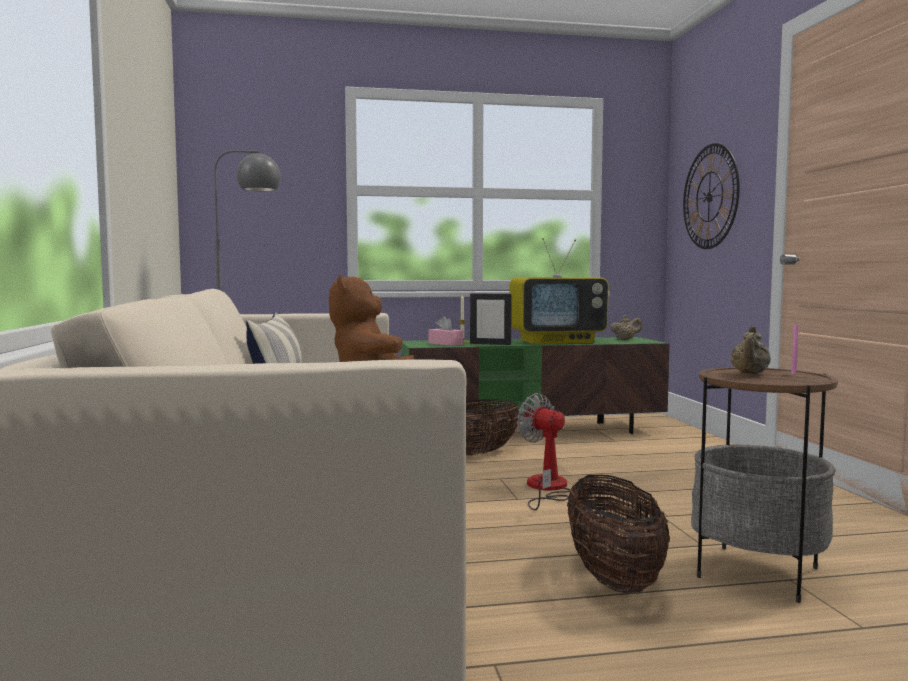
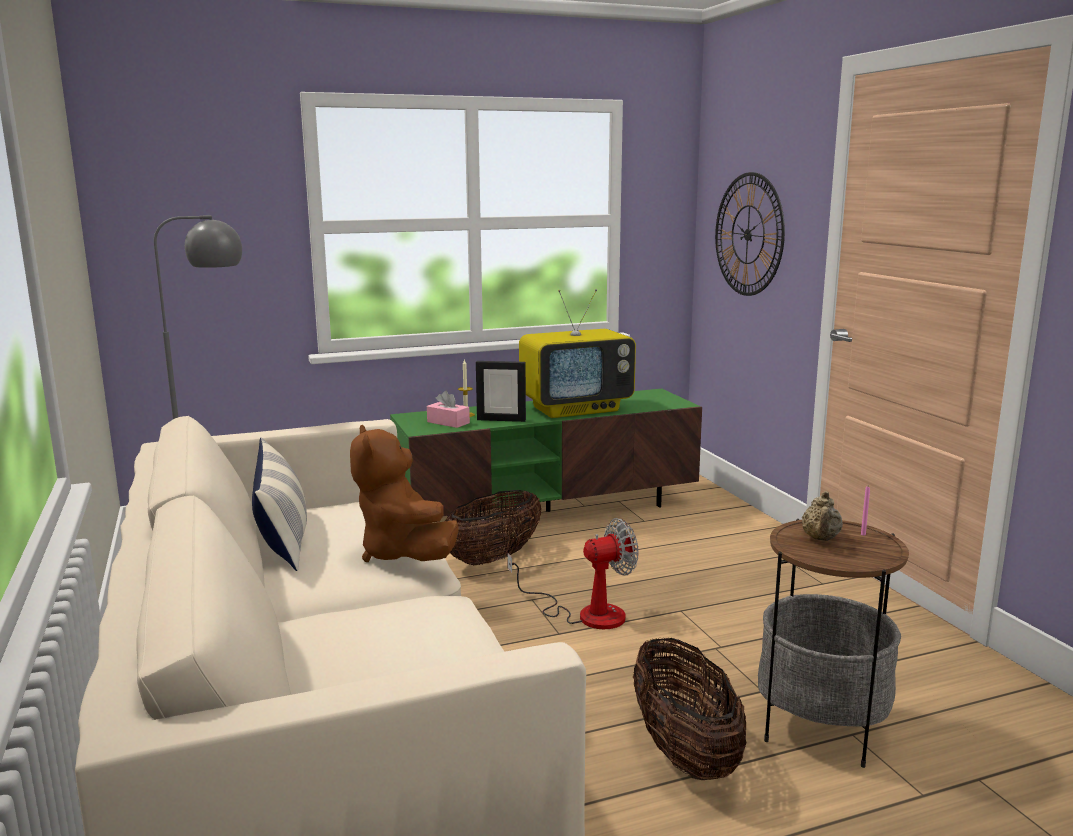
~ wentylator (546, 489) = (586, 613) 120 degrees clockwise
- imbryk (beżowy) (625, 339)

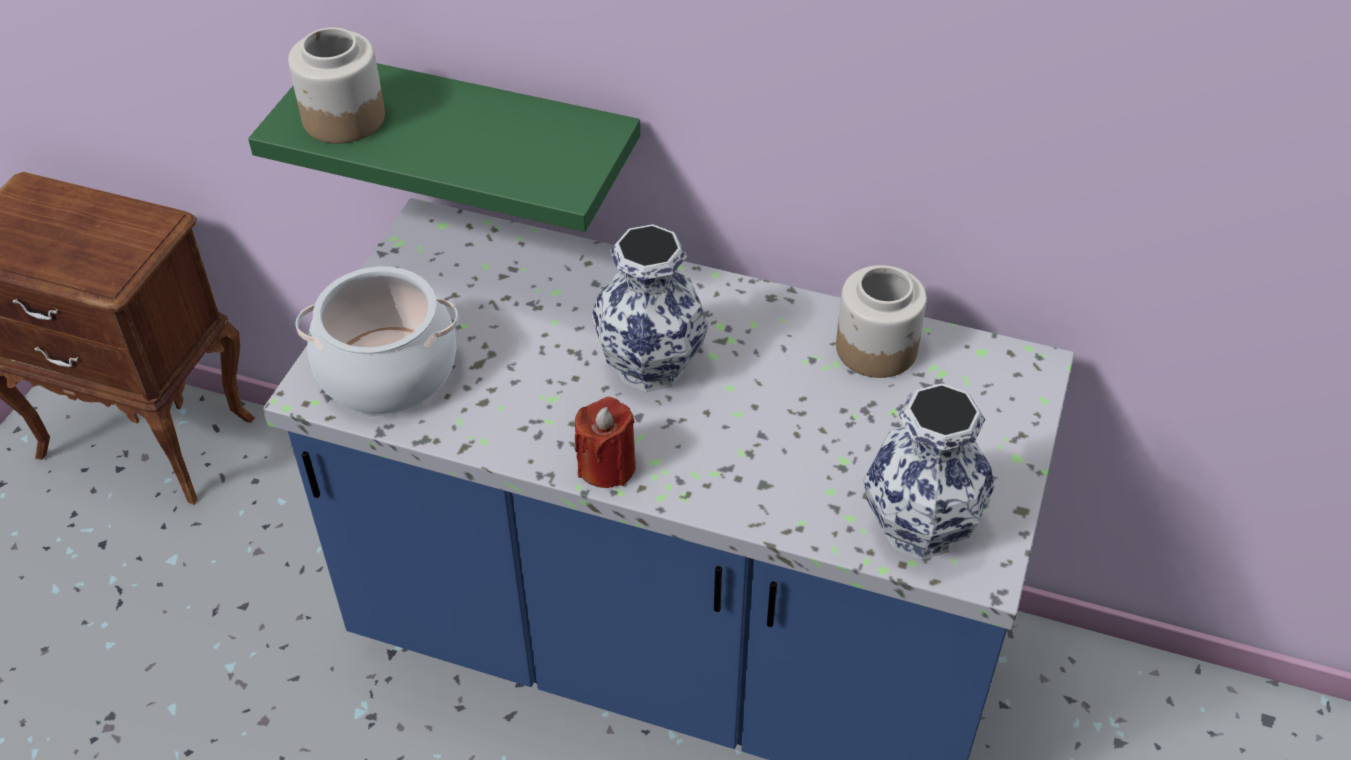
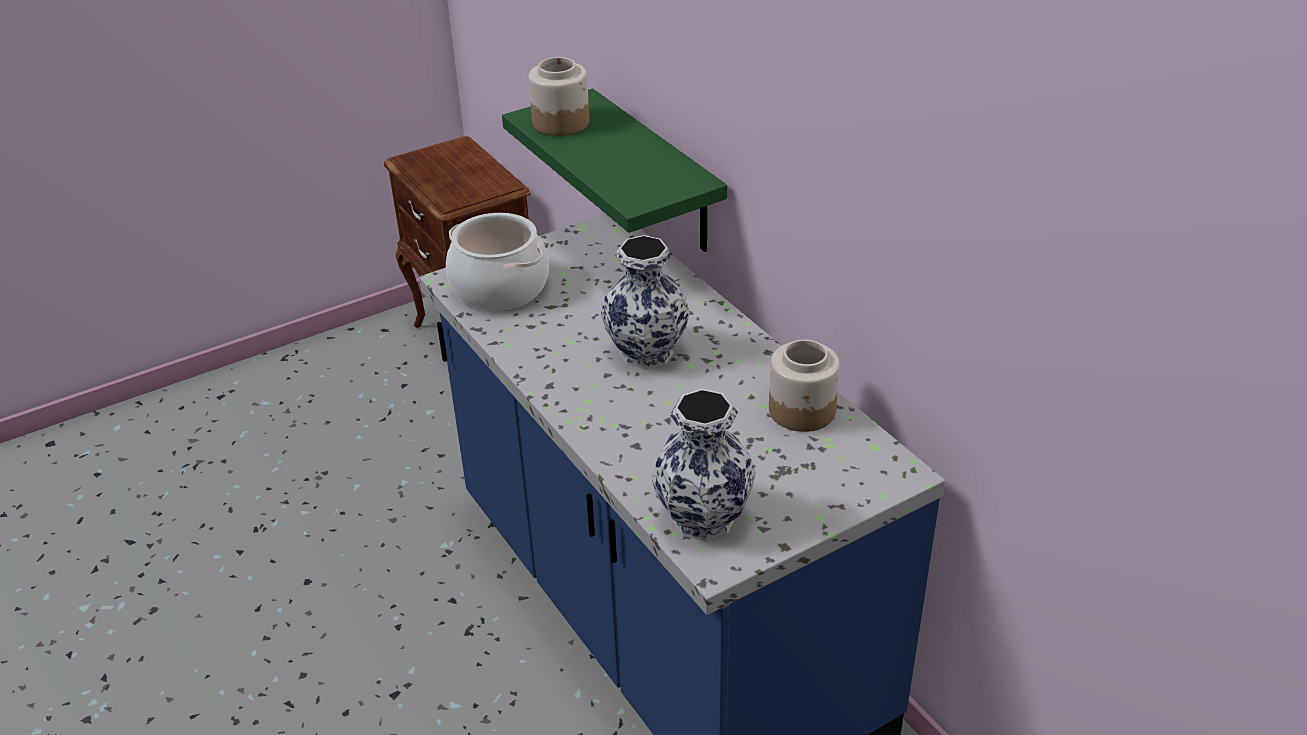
- świeca (czerwony) (606, 466)

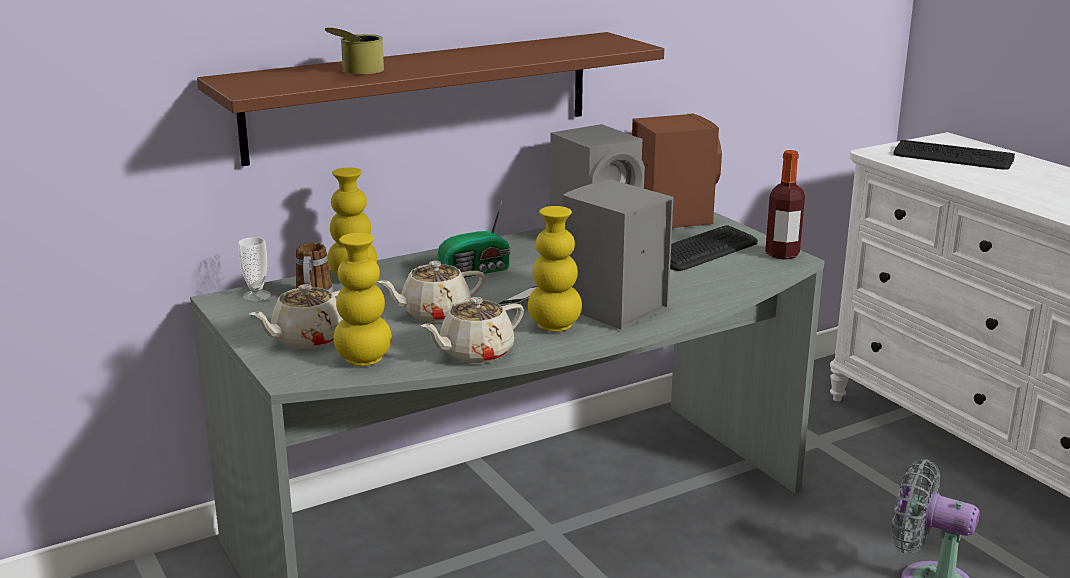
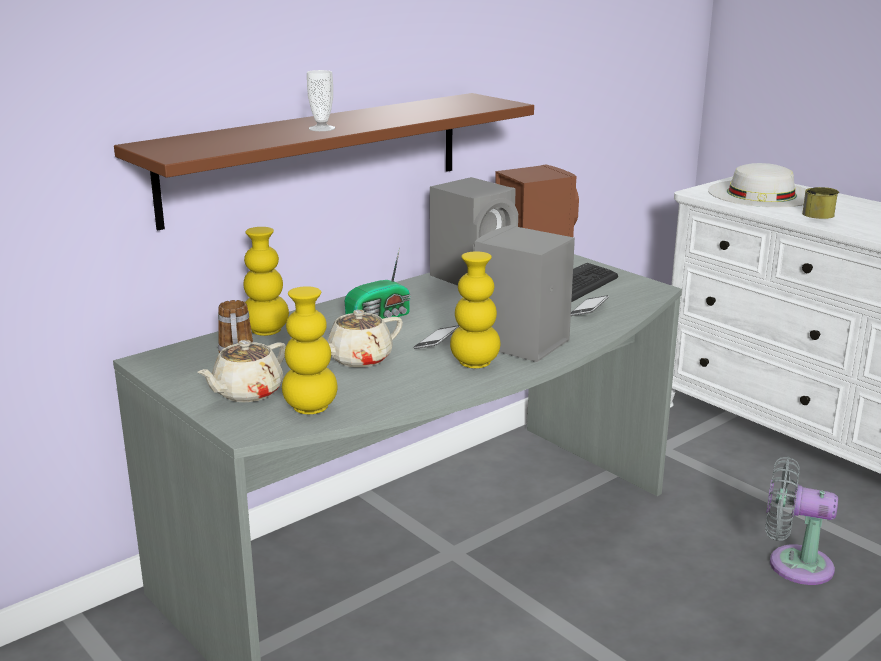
~ filiżanka (256, 295) to (322, 128)
~ puszka (355, 72) to (818, 217)
- imbryk (beżowy) (475, 353)
- butelka (782, 254)
~ klawiatura (952, 157) to kapelusz (biały) (761, 194)
+ telefon (588, 310)

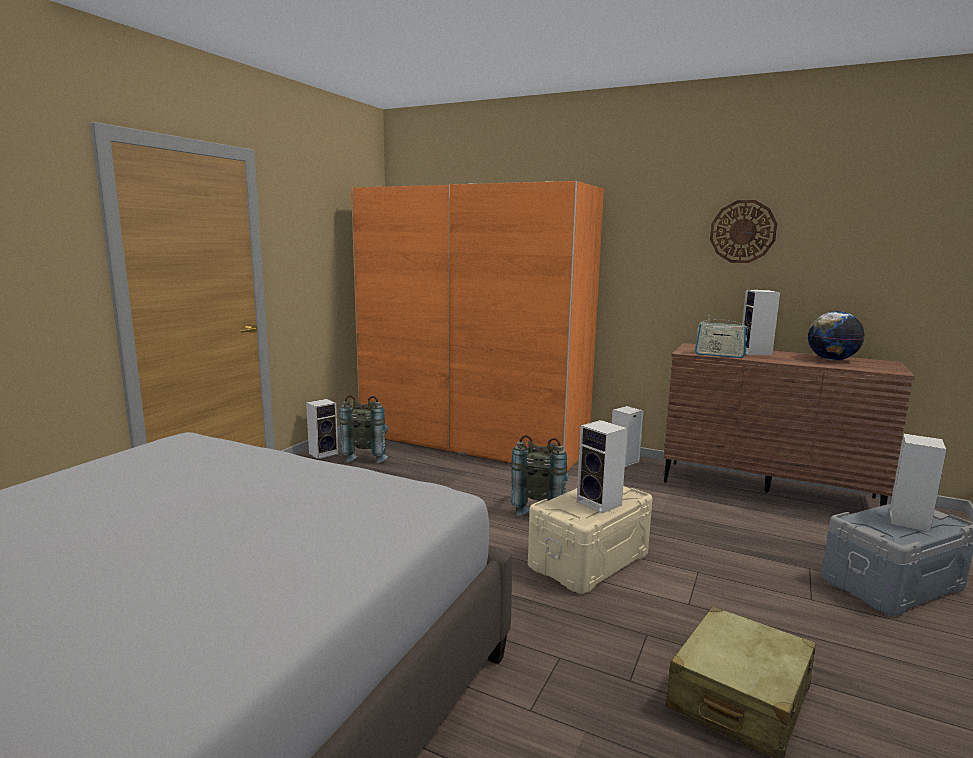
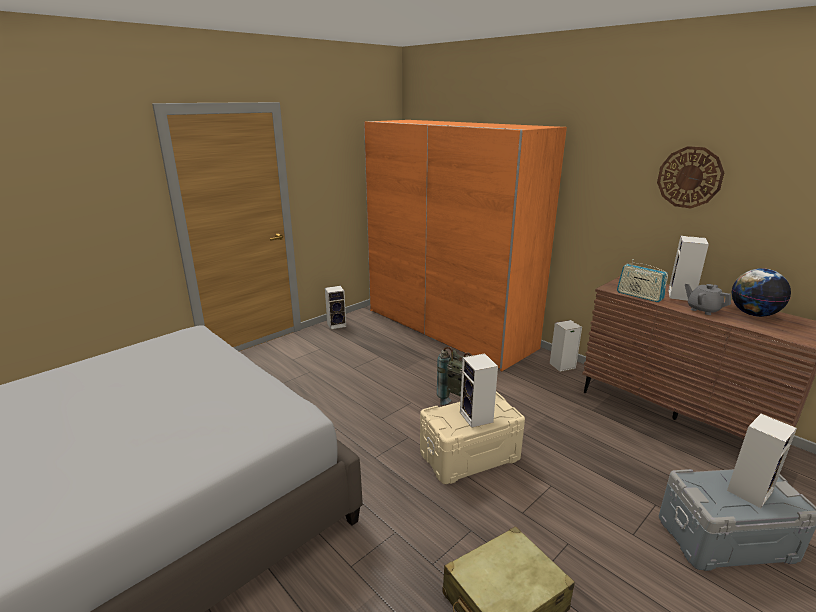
- plecak (szary) (367, 456)
+ imbryk (szary) (703, 310)

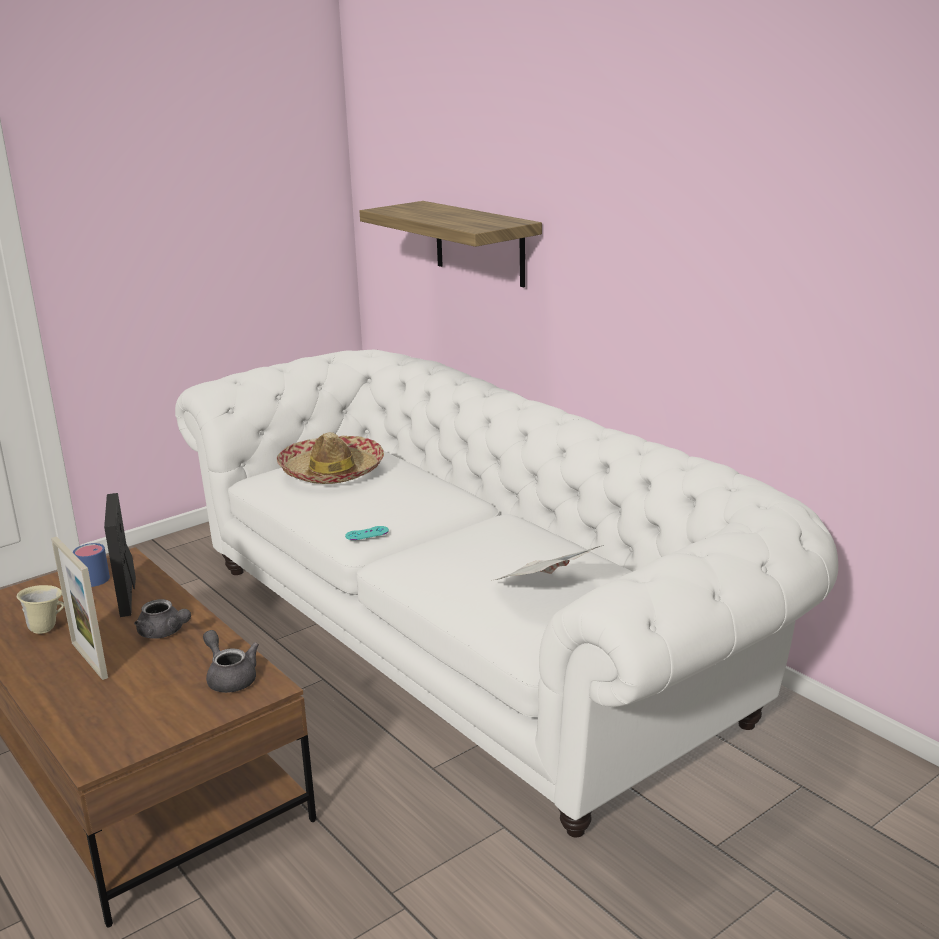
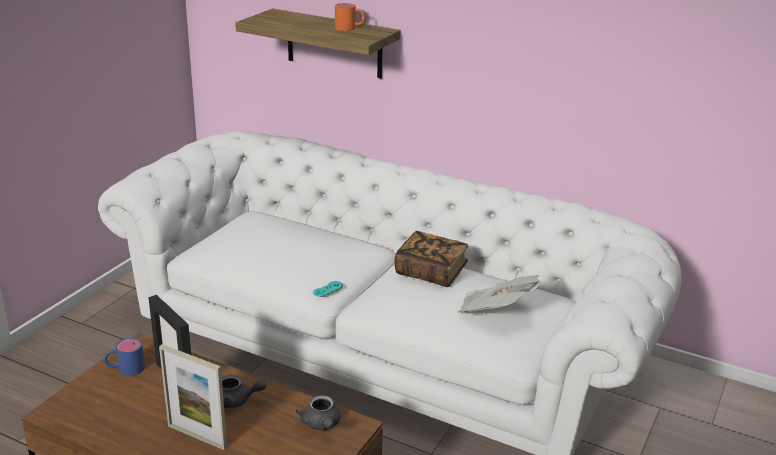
- kubek (beżowy) (46, 628)
~ imbryk (szary) (230, 677) = (321, 425) 135 degrees counterclockwise
- kapelusz (331, 472)
+ kubek (pomarańczowy) (350, 28)
+ książka (431, 272)

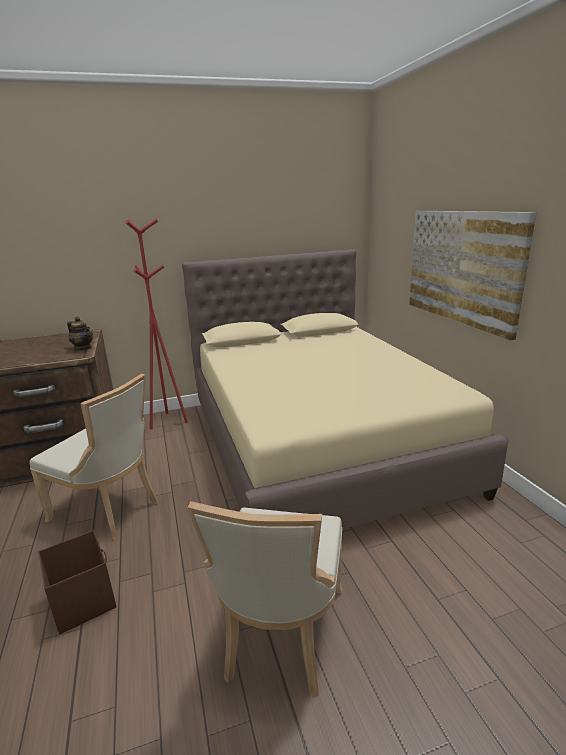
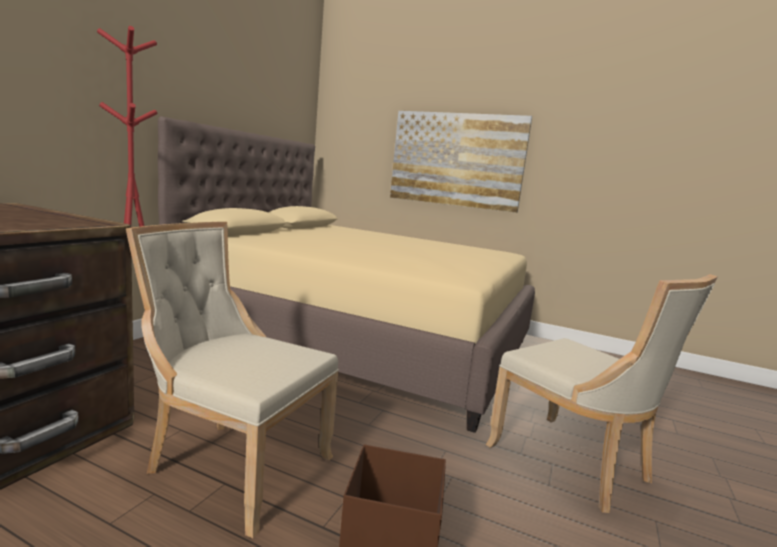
~ krzesło (beżowy) (109, 510) = (233, 466) 135 degrees counterclockwise
- imbryk (83, 348)

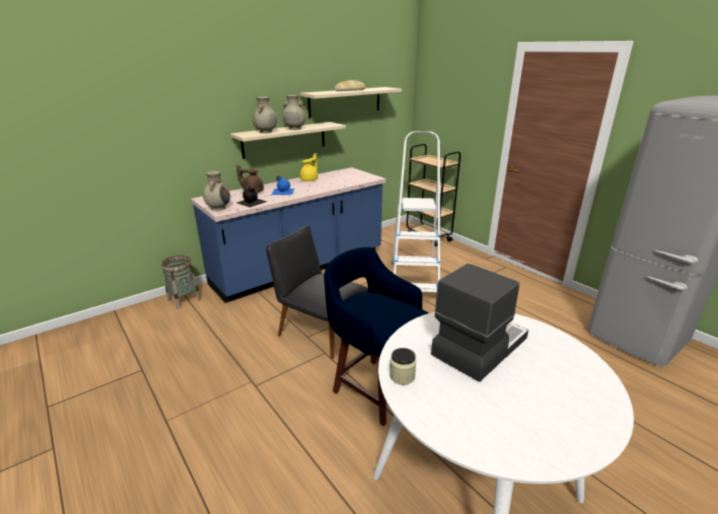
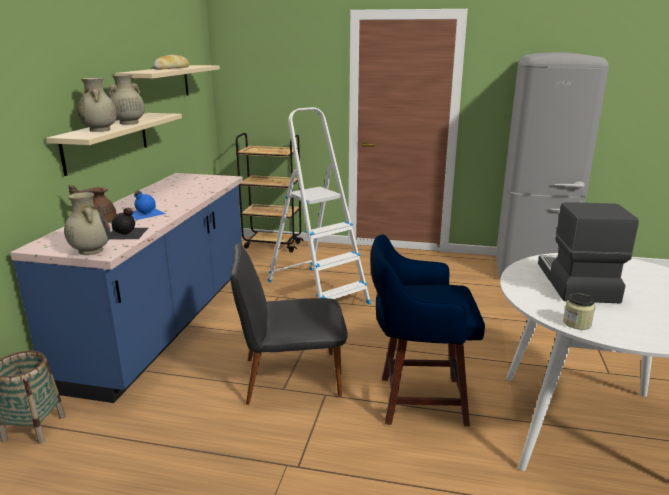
- imbryk (żółty) (310, 180)

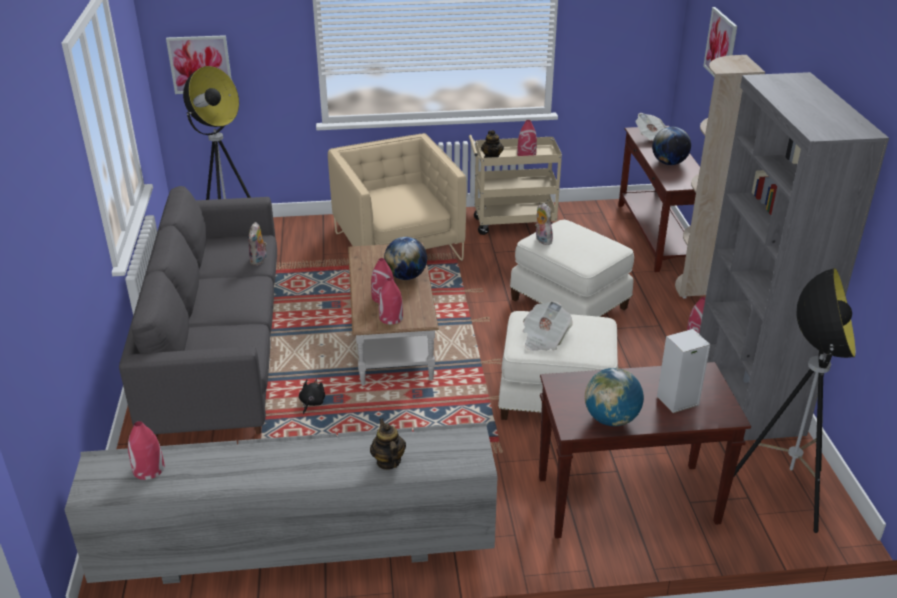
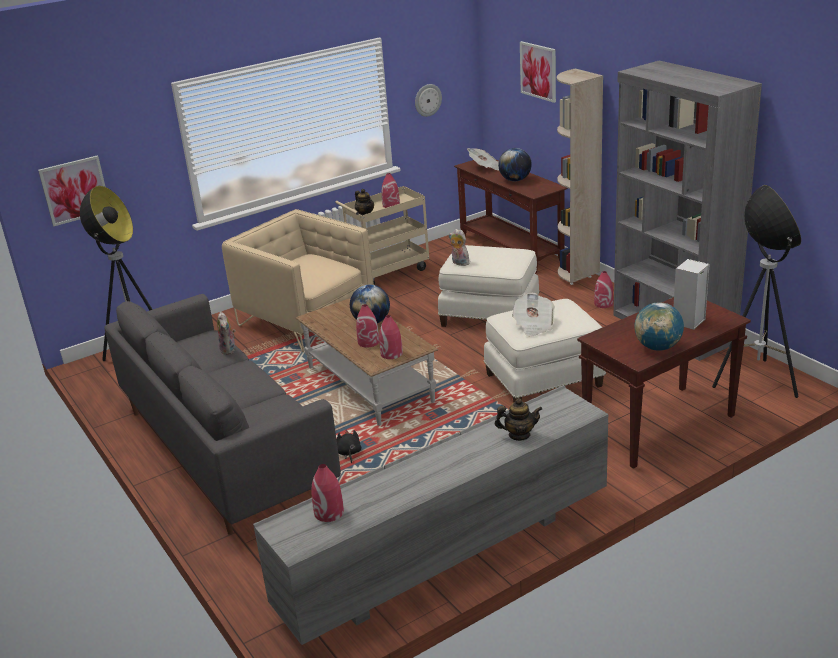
~ imbryk (388, 461) = (519, 435) 135 degrees clockwise
+ zegar ścienny (427, 100)

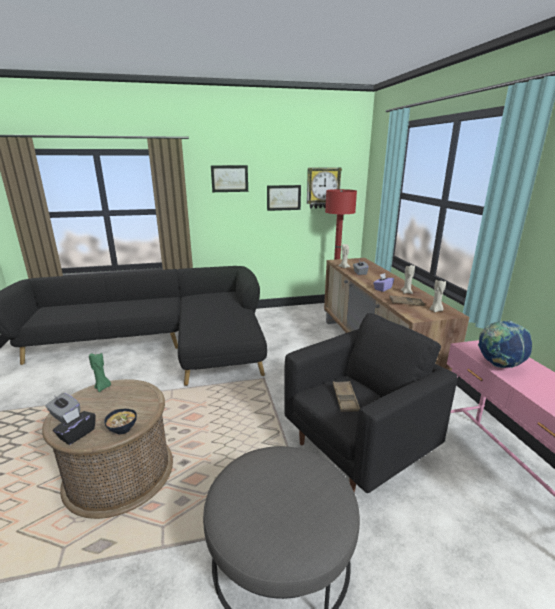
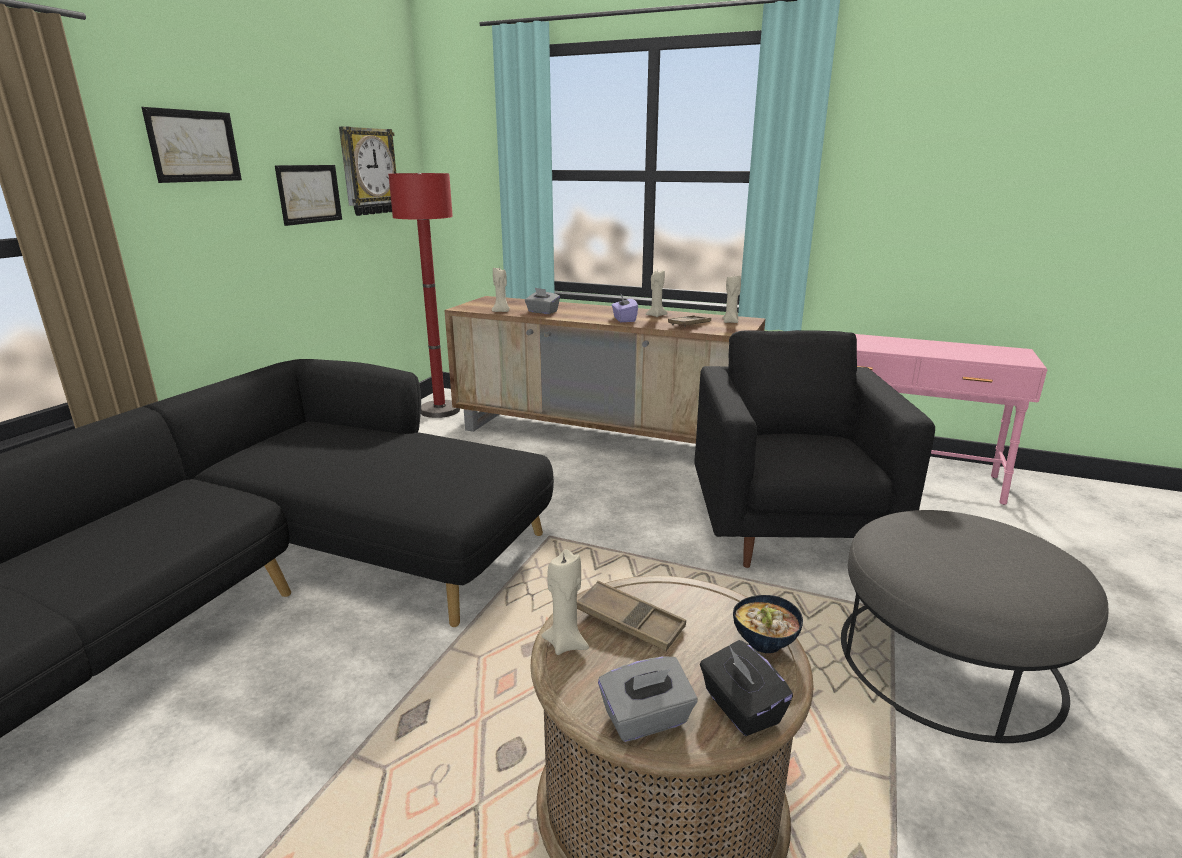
~ świeca (zielony) (103, 387) to świeca (beżowy) (566, 643)
~ taca (brązowy) (345, 399) to (629, 622)
- globus (498, 365)

